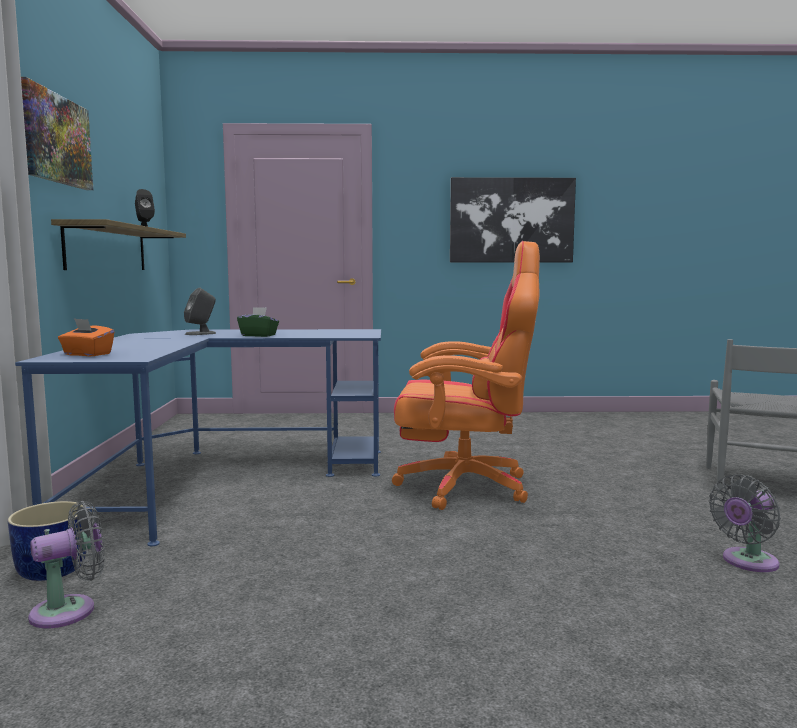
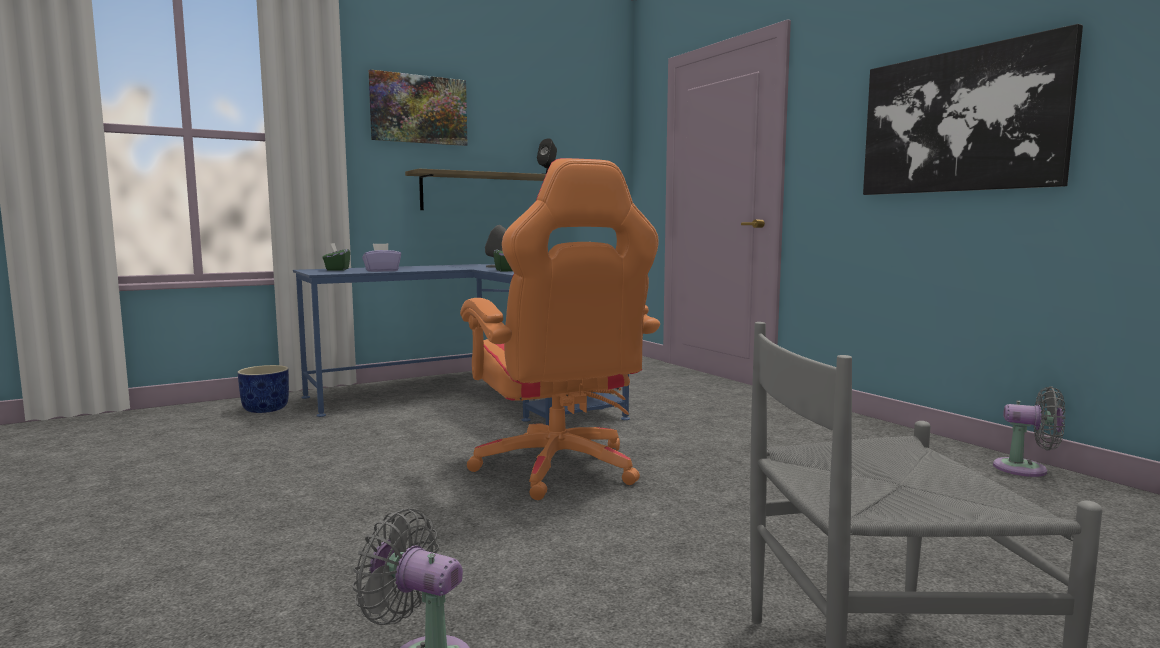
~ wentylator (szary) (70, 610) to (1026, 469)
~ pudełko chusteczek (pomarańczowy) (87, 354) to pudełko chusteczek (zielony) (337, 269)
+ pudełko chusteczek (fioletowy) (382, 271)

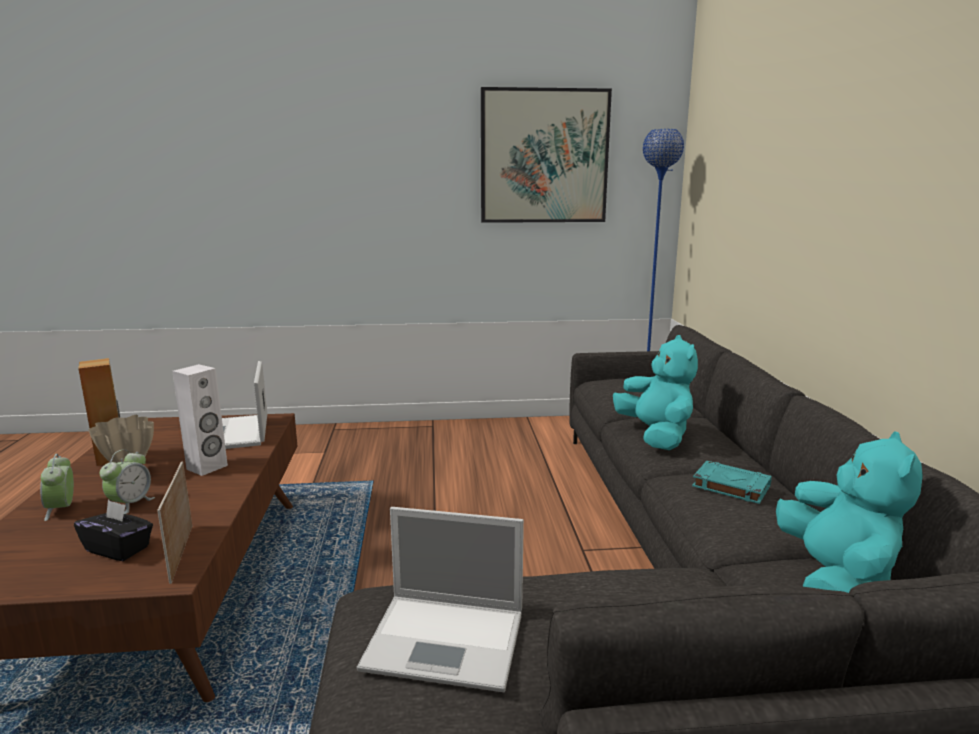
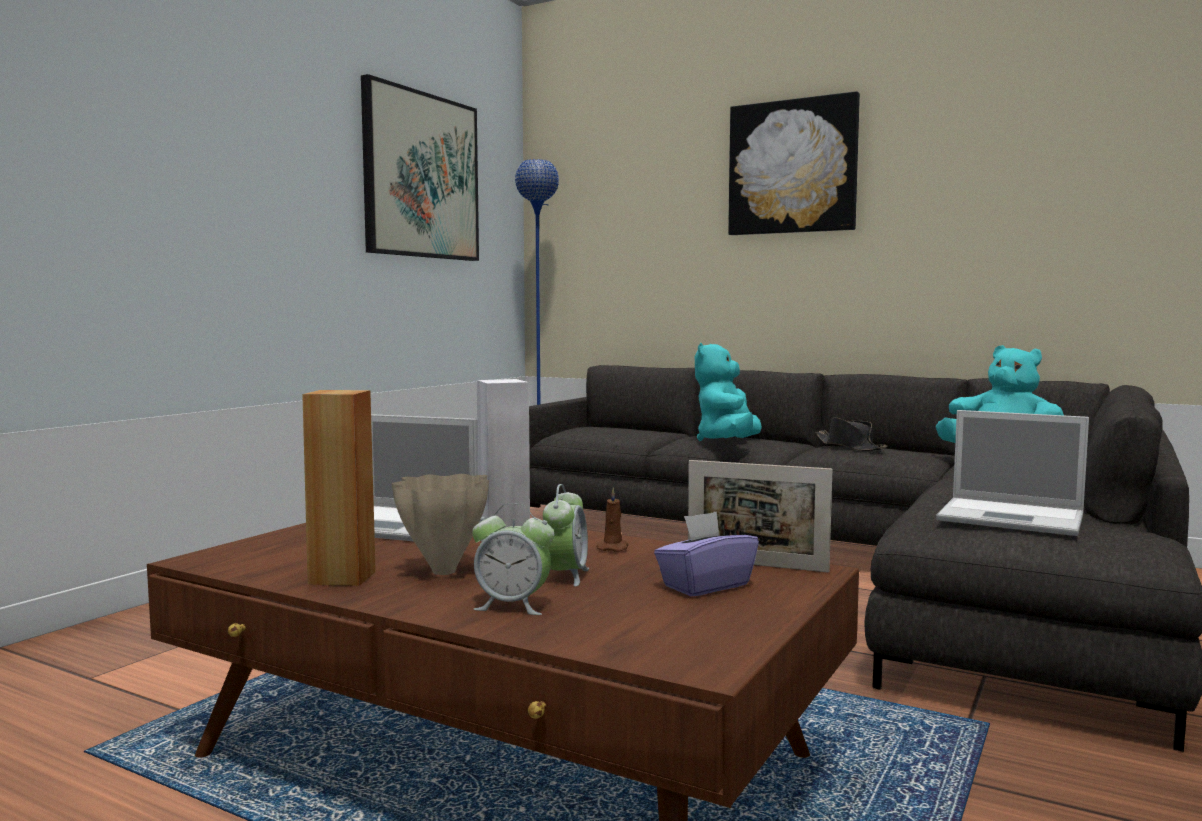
~ pudełko chusteczek (czarny) (118, 549) to pudełko chusteczek (fioletowy) (705, 585)
~ budzik (131, 504) = (565, 576) 45 degrees clockwise
~ laptop (448, 640) = (1013, 518) 75 degrees clockwise
~ pluszak (turkusowy) (655, 436) = (728, 442) 90 degrees counterclockwise
~ książka (turkusowy) (730, 486) to kapelusz (czarny) (850, 446)
+ świeca (brązowy) (613, 548)
+ obraz (792, 167)

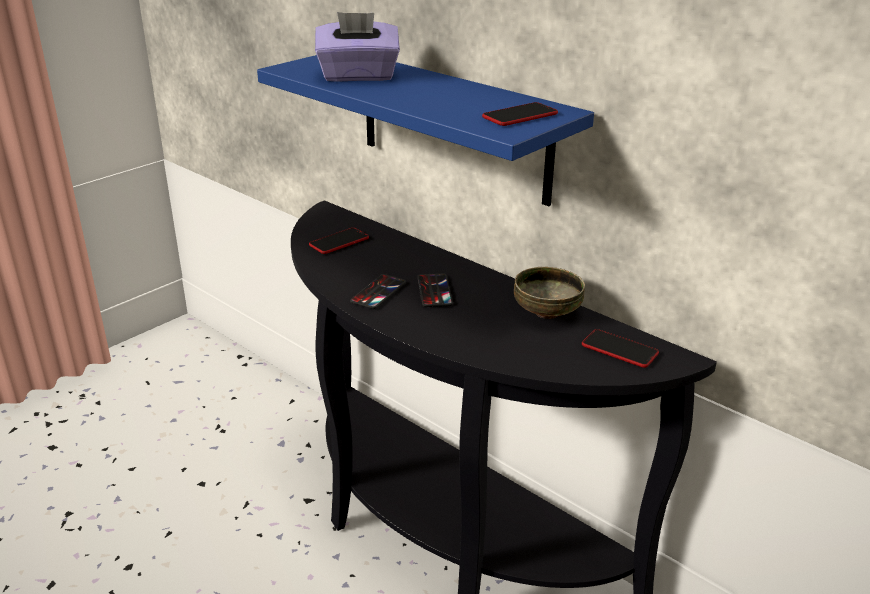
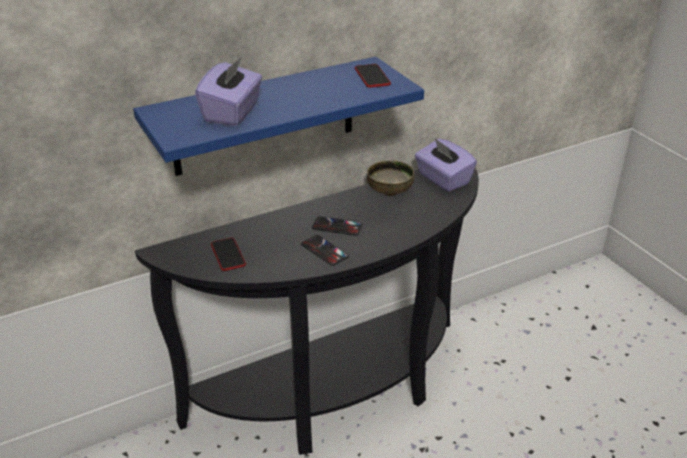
~ telefon (619, 349) to pudełko chusteczek (fioletowy) (443, 179)

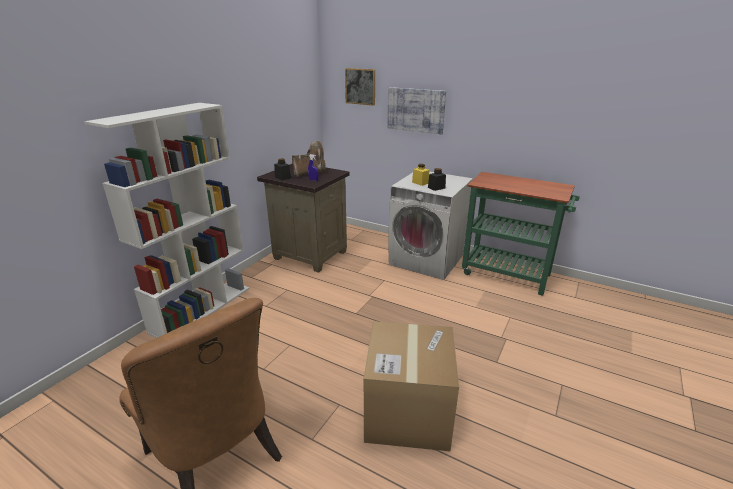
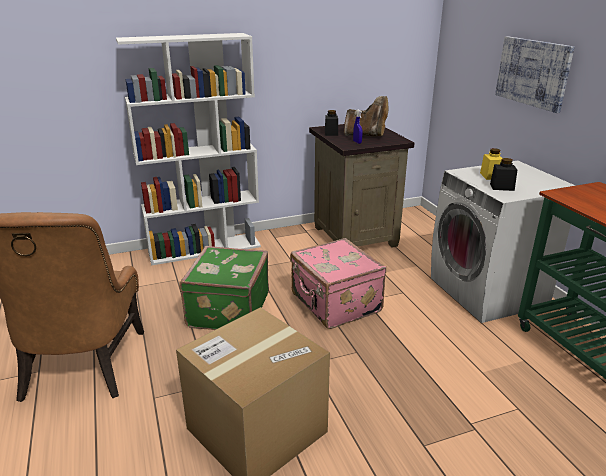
- obraz (360, 86)
+ walizka (zielony) (227, 310)
+ walizka (różowy) (334, 304)

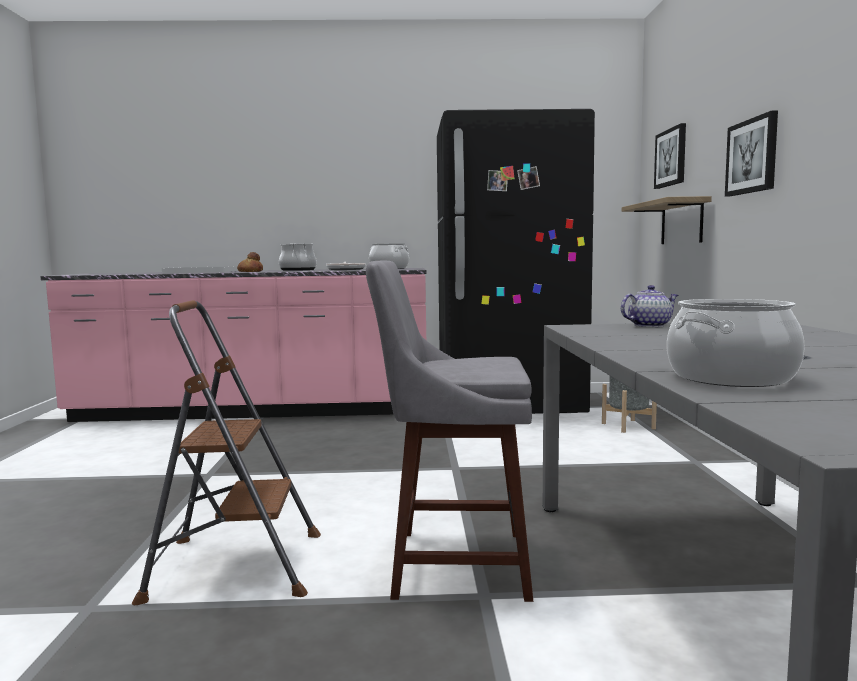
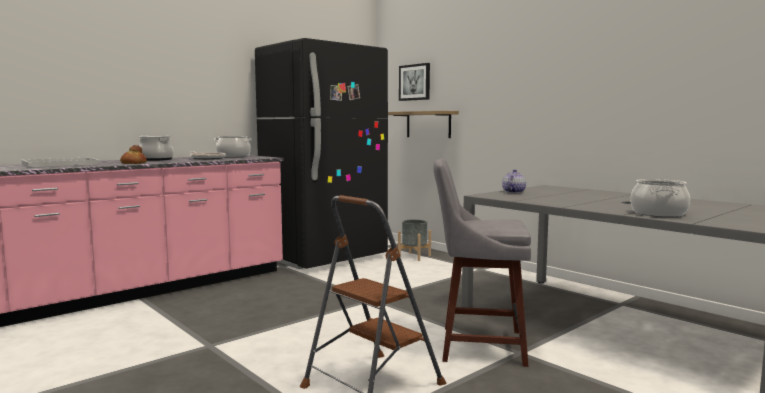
~ krzesło (szary) (451, 562) = (476, 344) 45 degrees clockwise
- obraz (752, 156)

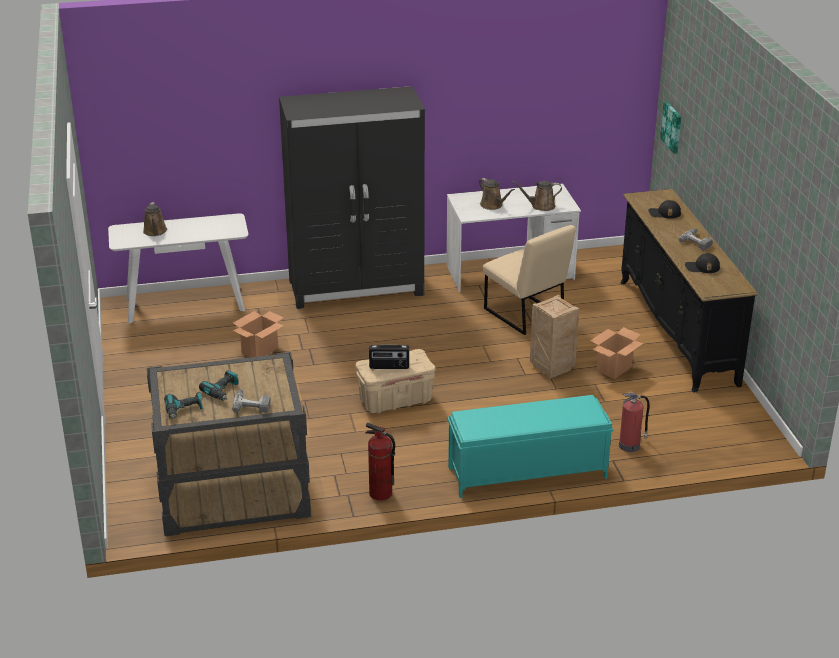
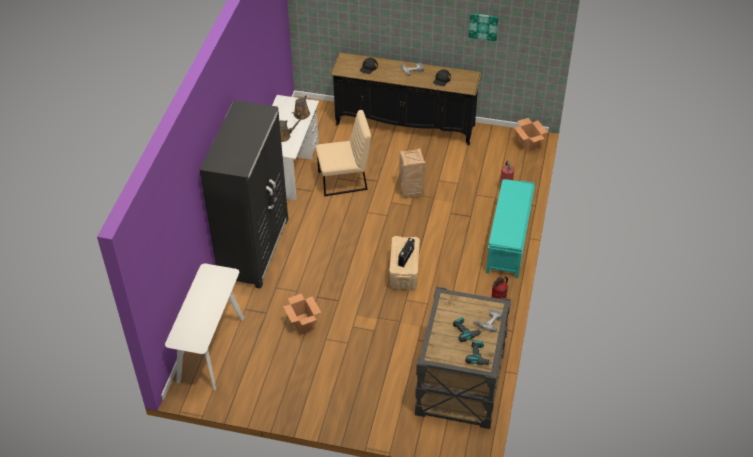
- konewka (brązowy) (155, 232)
~ karton (614, 369) to (529, 145)
~ obraz (672, 127) to (483, 26)

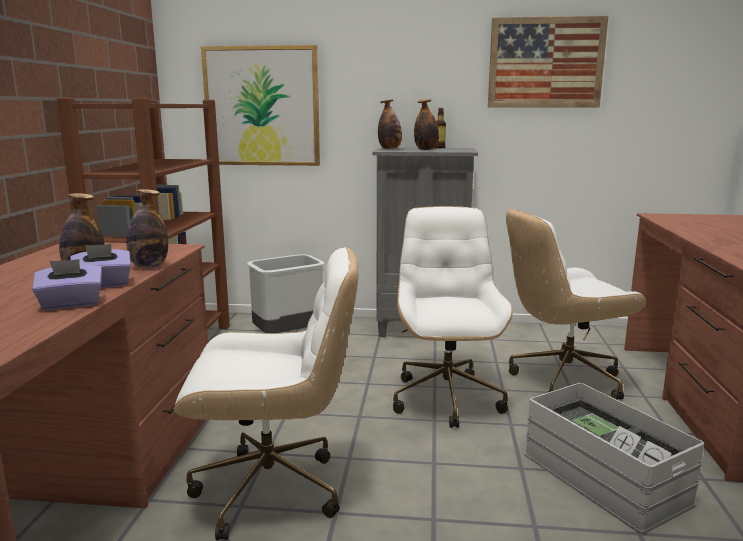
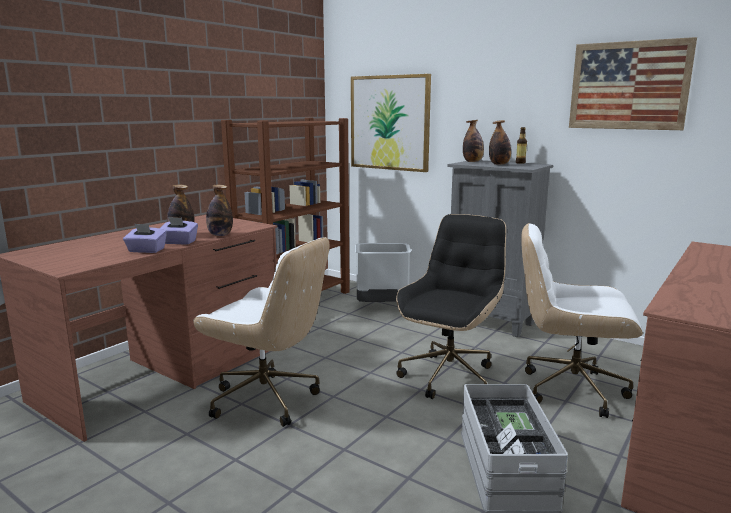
~ krzesło biurowe (biały) (446, 396) to krzesło biurowe (czarny) (450, 376)

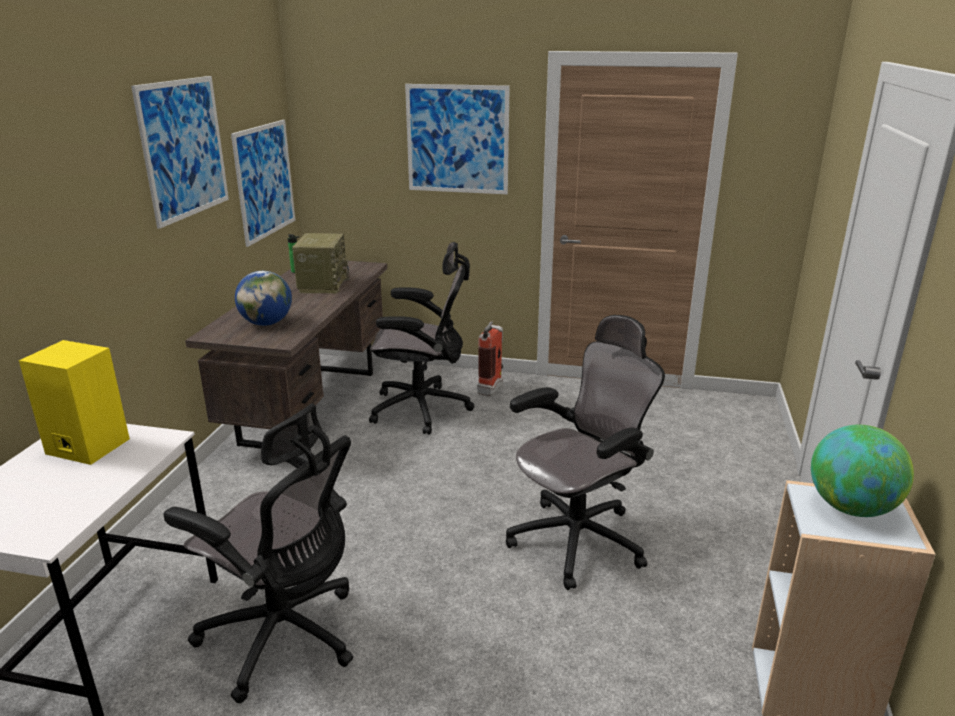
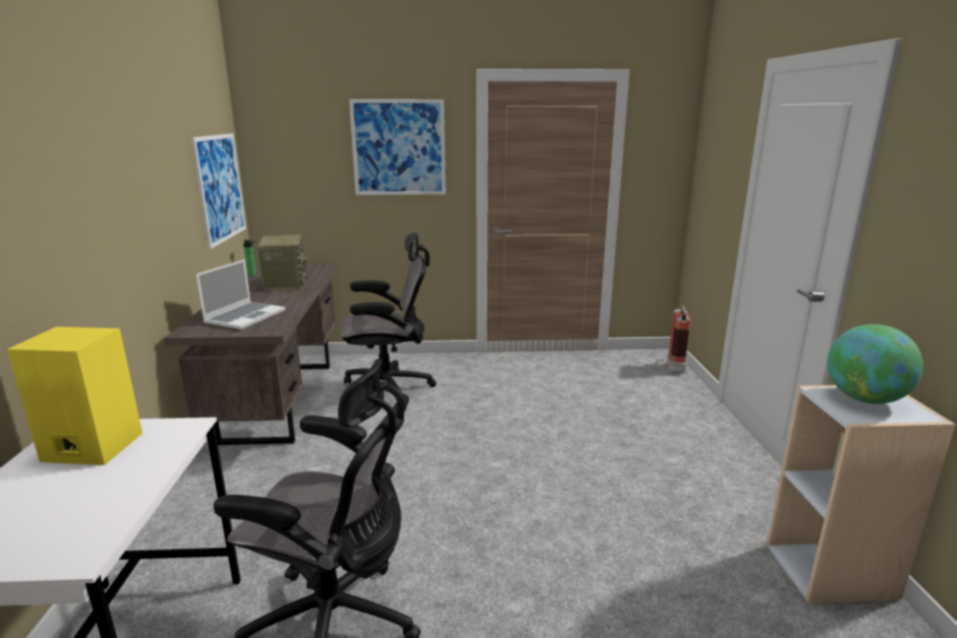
- obraz (184, 149)
~ globus (266, 323) to laptop (245, 317)
~ gaśnica (492, 387) to (674, 365)
- krzesło biurowe (577, 540)

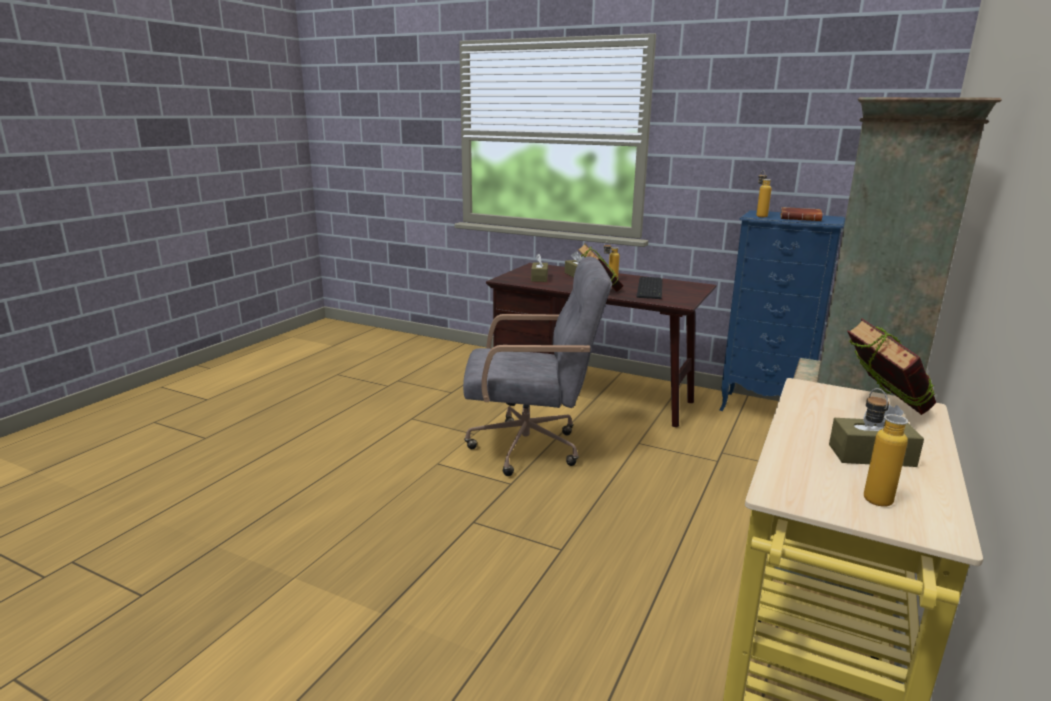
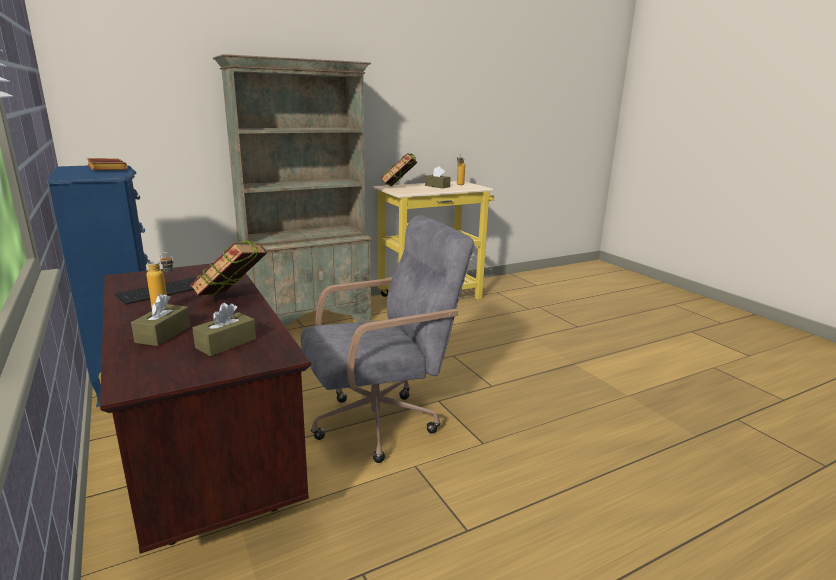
~ krzesło biurowe (szary) (532, 449) = (382, 423) 120 degrees clockwise
- butelka (759, 216)

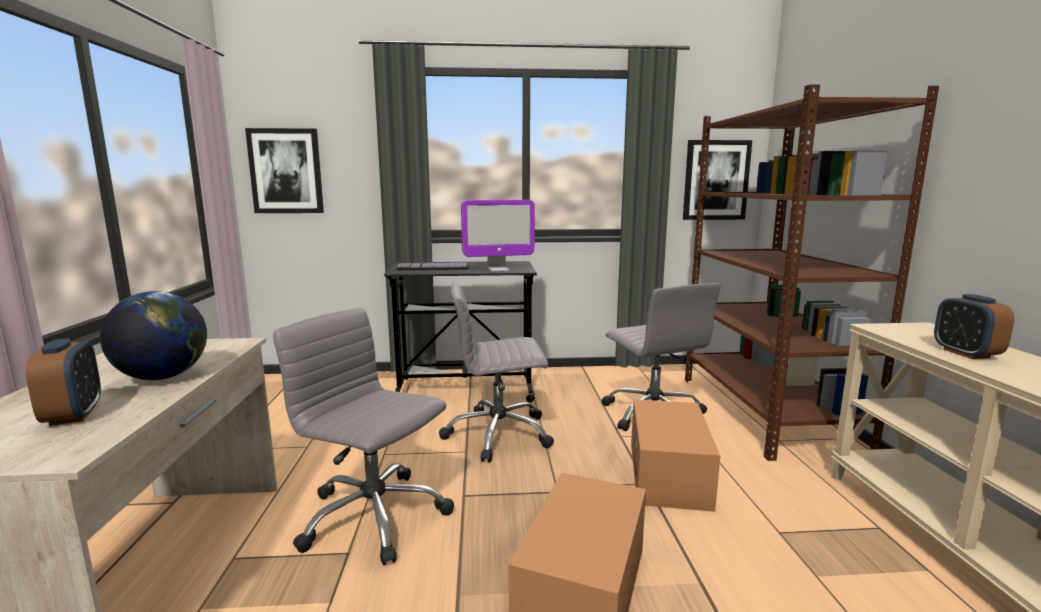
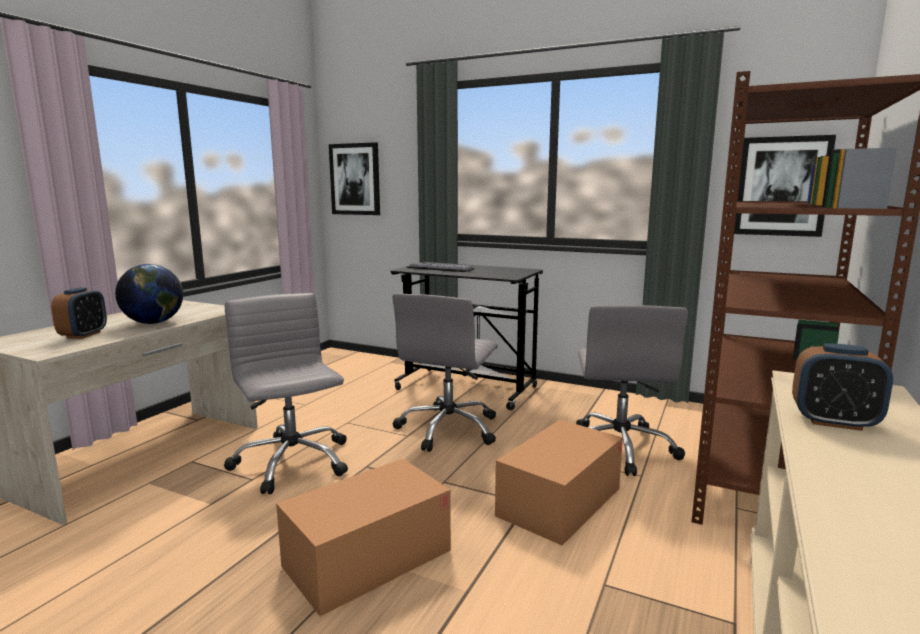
~ krzesło biurowe (szary) (497, 434) = (448, 429) 90 degrees counterclockwise
- monitor (498, 269)
~ budzik (966, 353) = (834, 422) 90 degrees counterclockwise

